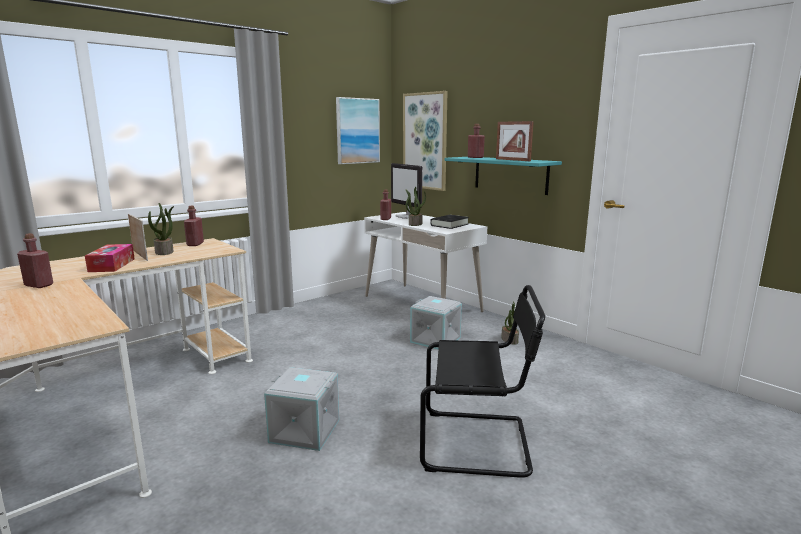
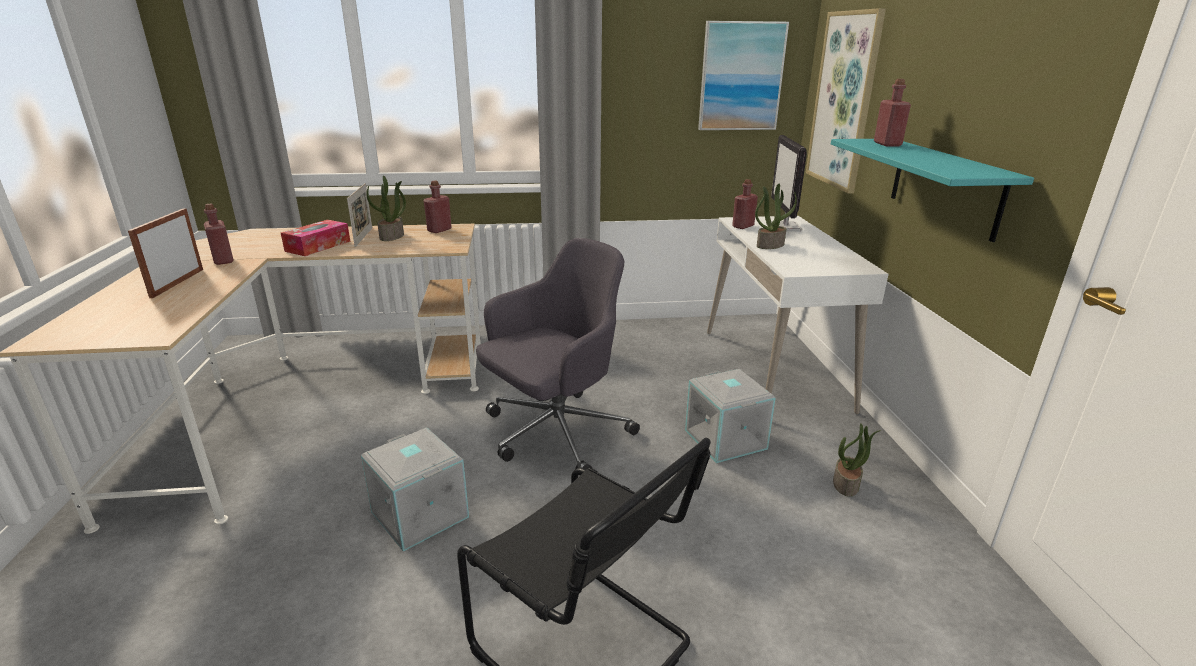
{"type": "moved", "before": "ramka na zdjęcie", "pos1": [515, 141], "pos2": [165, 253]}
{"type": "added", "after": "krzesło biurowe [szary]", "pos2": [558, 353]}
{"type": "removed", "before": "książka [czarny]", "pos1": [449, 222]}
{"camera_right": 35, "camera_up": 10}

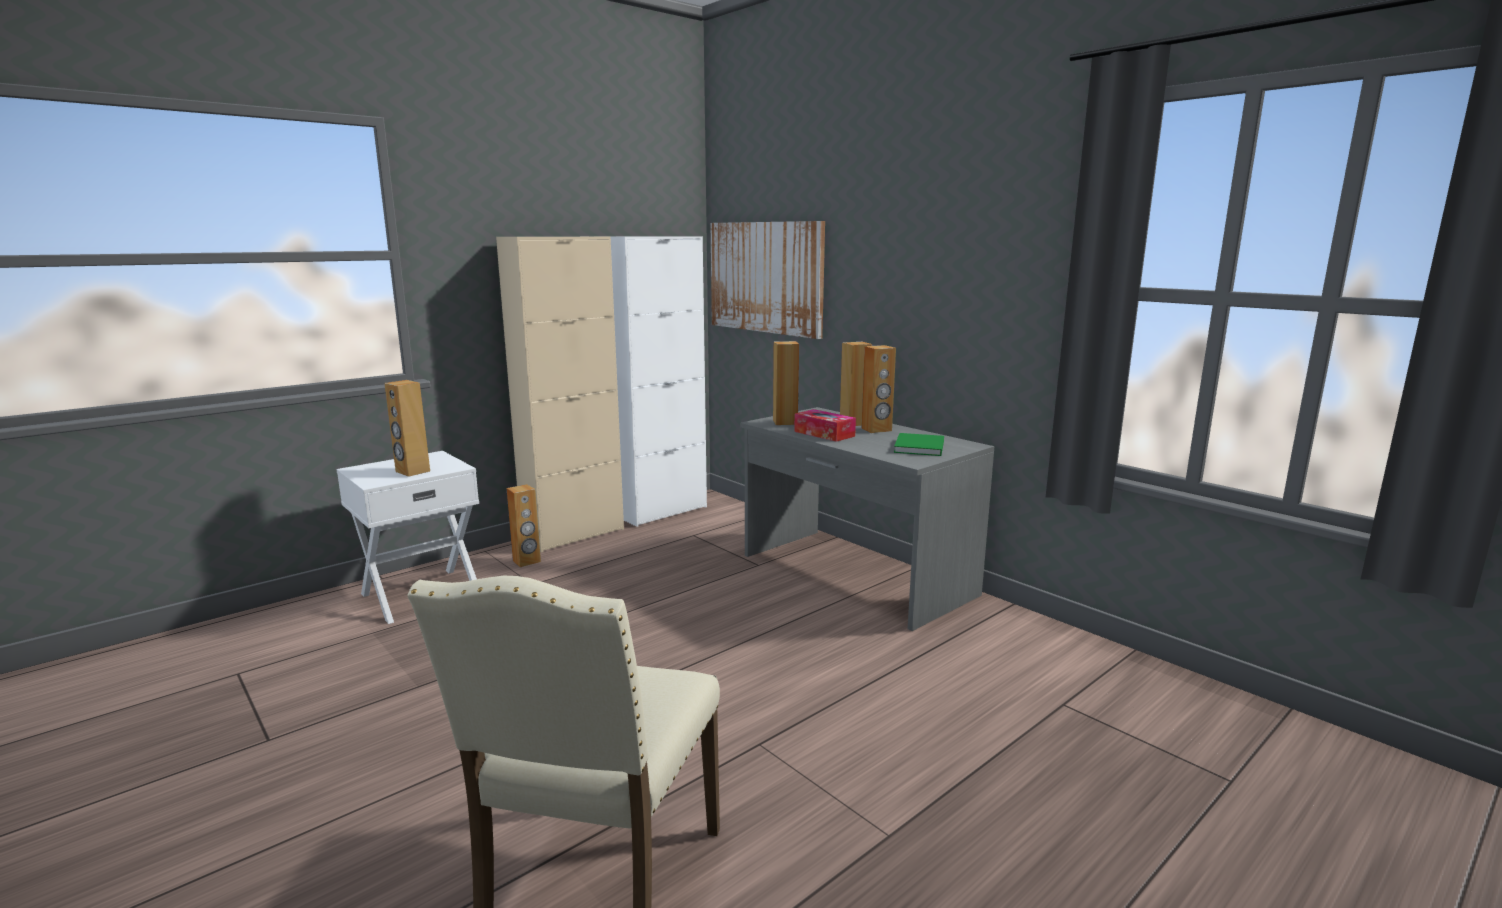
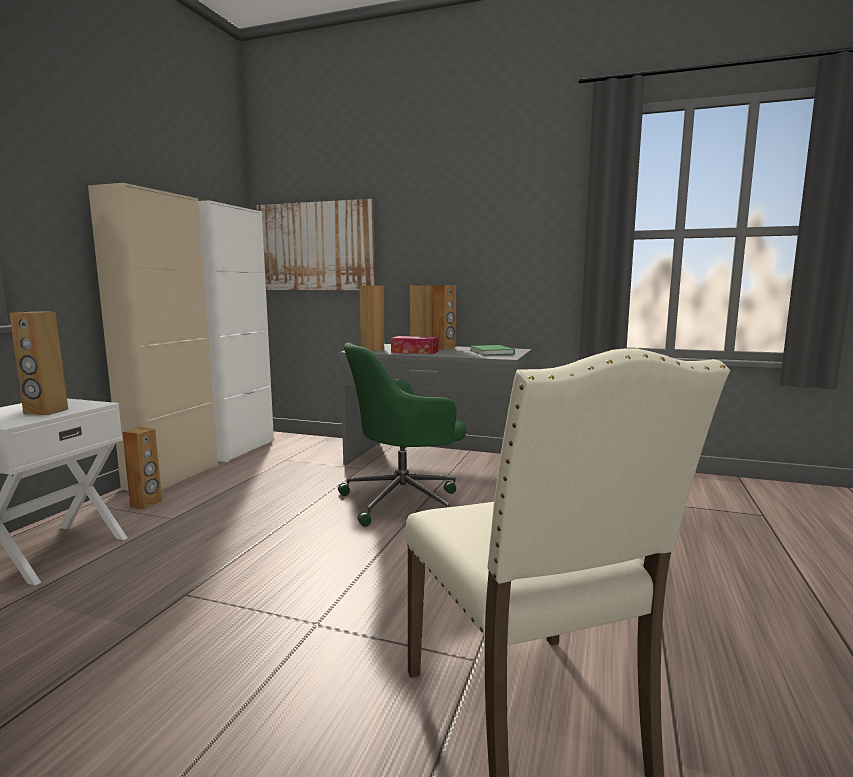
{"type": "added", "after": "krzesło biurowe [zielony]", "pos2": [402, 435]}
{"camera_right": -30, "camera_up": -5}

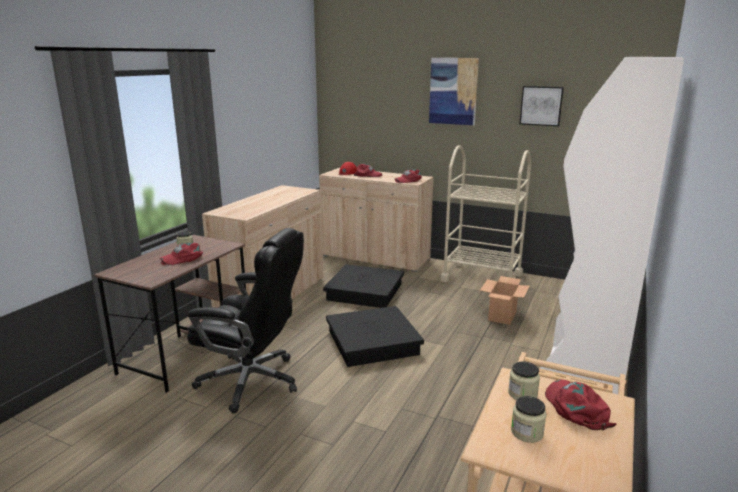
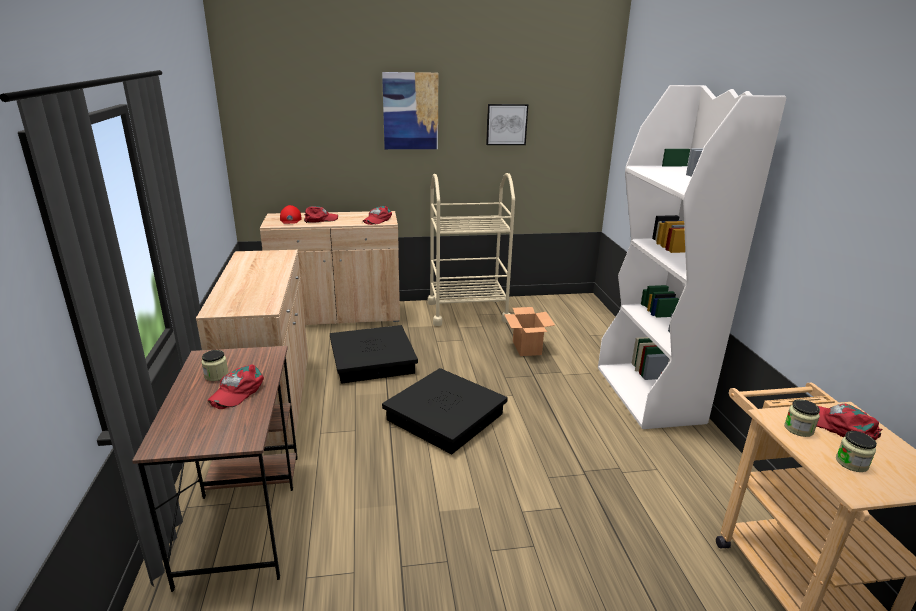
{"type": "removed", "before": "krzesło biurowe [czarny]", "pos1": [245, 321]}
{"camera_right": -35, "camera_up": 5}

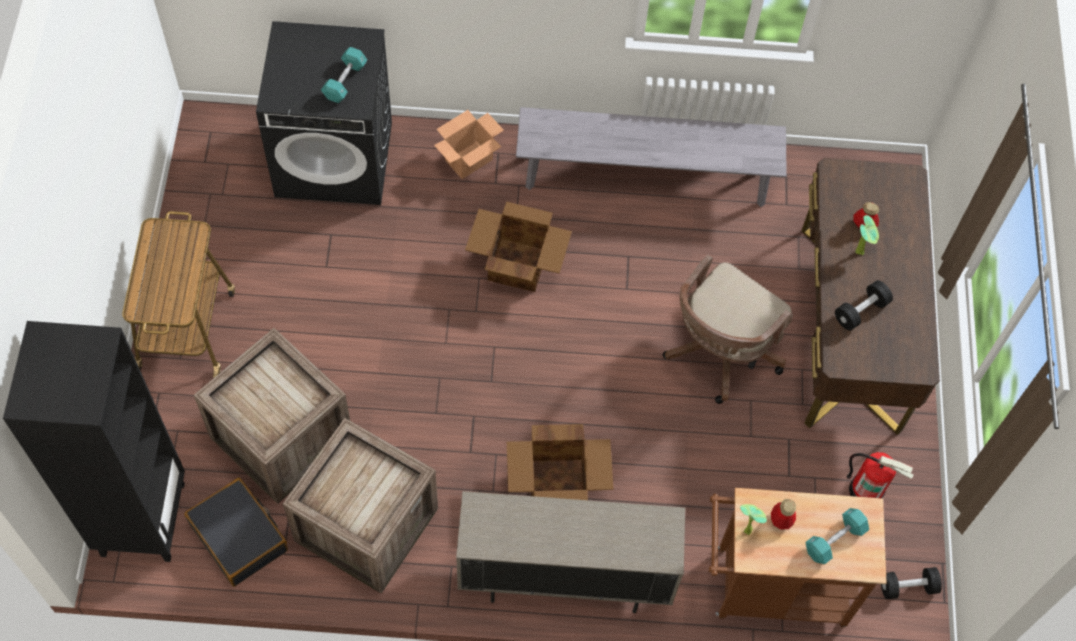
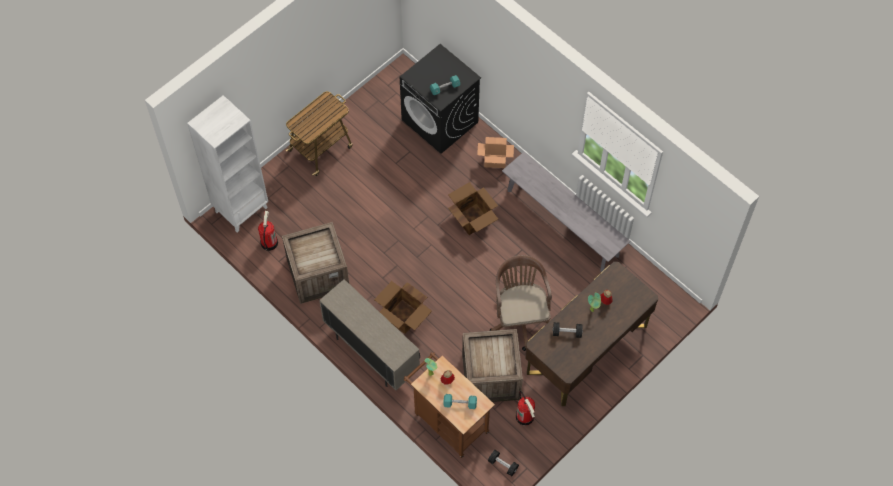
{"type": "recoloured", "before": "regał [czarny]", "after": "regał [biały]", "pos1": [94, 441], "pos2": [227, 163]}
{"type": "replaced", "before": "walizka [czarny]", "after": "gaśnica", "pos1": [236, 532], "pos2": [268, 231]}
{"type": "moved", "before": "skrzynka", "pos1": [272, 416], "pos2": [492, 365]}
{"type": "turned", "before": "krzesło biurowe [brązowy]", "pos1": [728, 329], "pos2": [521, 303], "turn": 90}
{"camera_right": 45, "camera_up": 0}

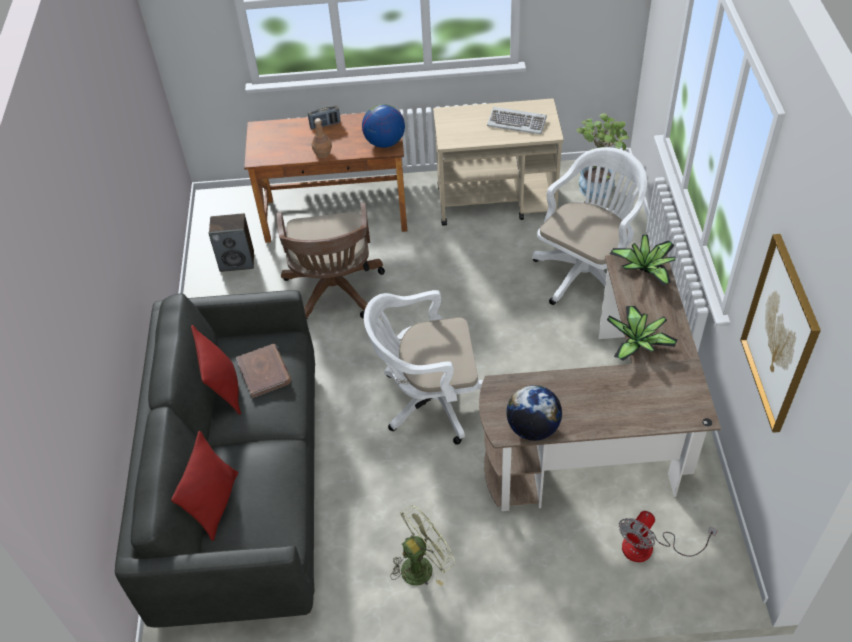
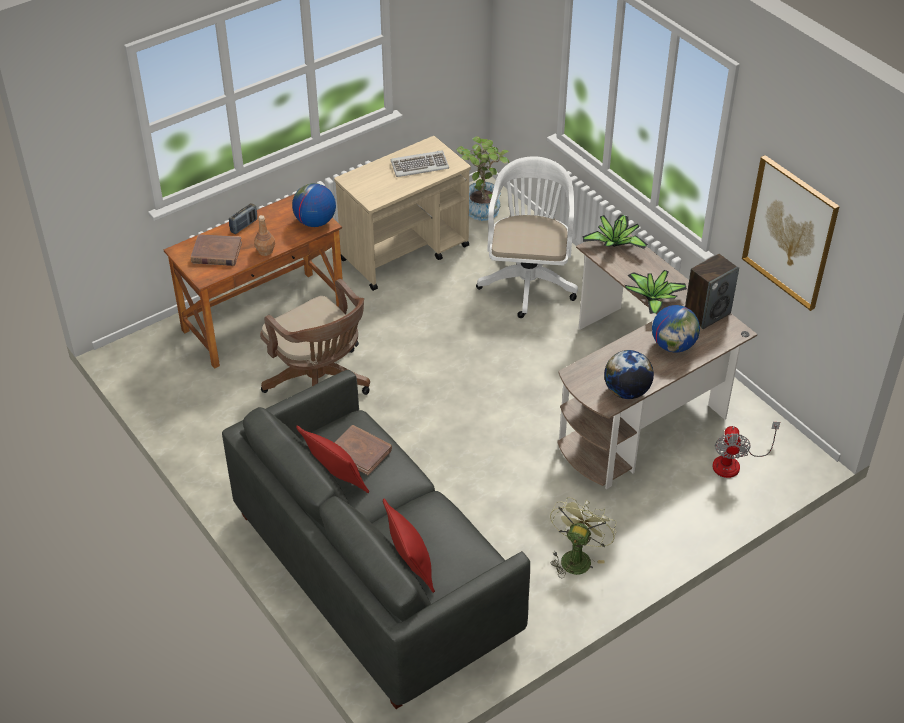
{"type": "added", "after": "książka [brązowy]", "pos2": [216, 250]}
{"type": "added", "after": "globus", "pos2": [676, 329]}
{"type": "moved", "before": "głośnik", "pos1": [231, 242], "pos2": [712, 291]}
{"type": "removed", "before": "krzesło biurowe [biały]", "pos1": [423, 367]}
{"camera_right": -35, "camera_up": -5}

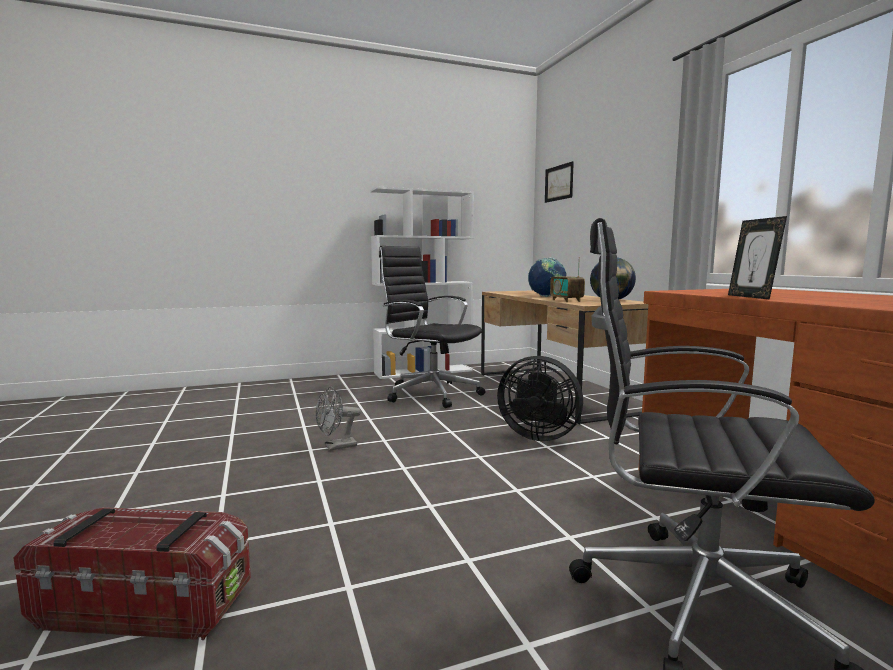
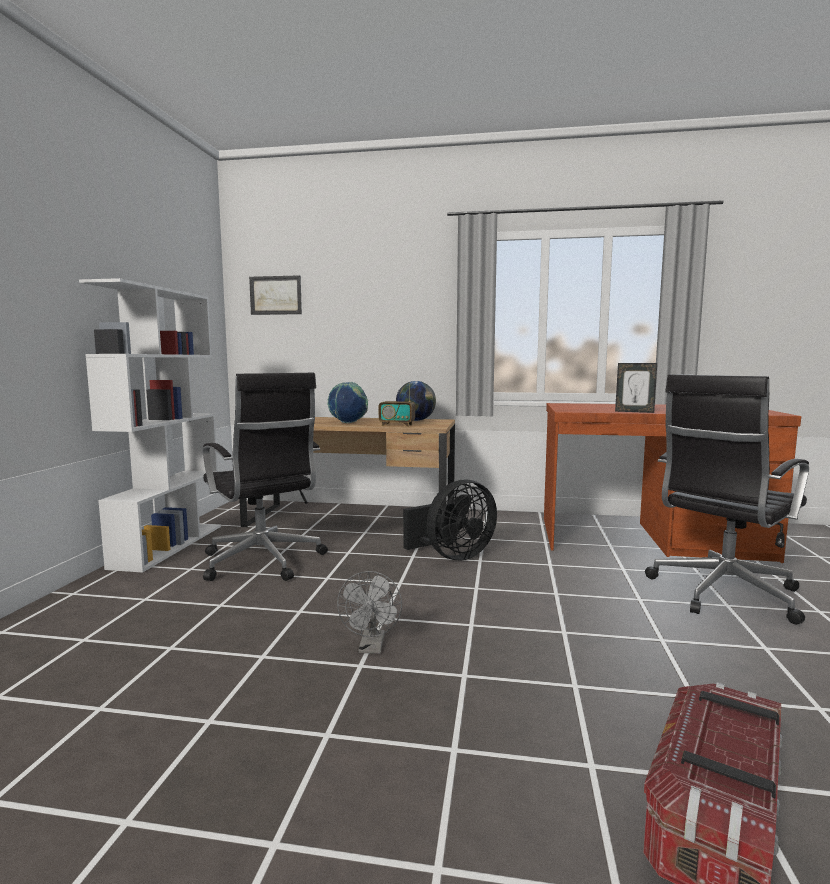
{"type": "turned", "before": "krzesło biurowe [czarny]", "pos1": [432, 327], "pos2": [265, 477], "turn": -105}
{"camera_right": -60, "camera_up": 0}

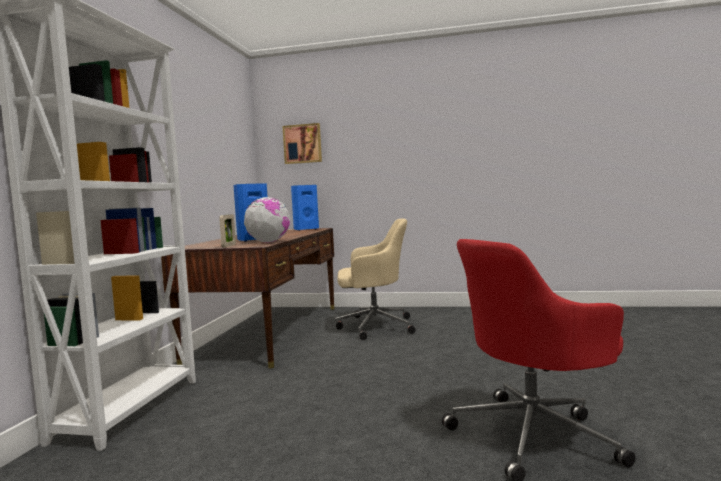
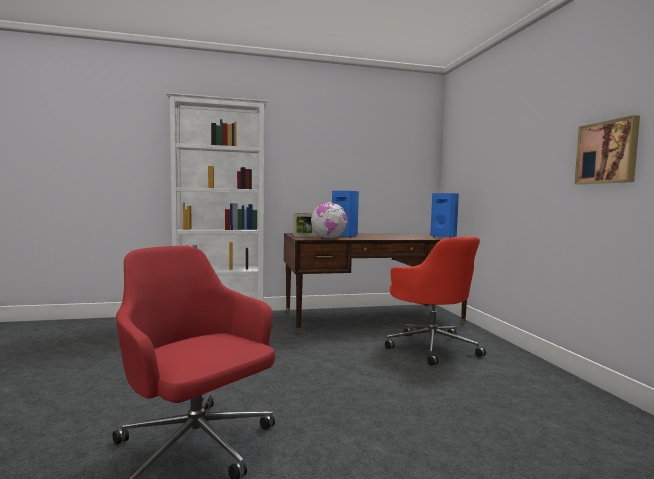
{"type": "recoloured", "before": "krzesło biurowe [beżowy]", "after": "krzesło biurowe [czerwony]", "pos1": [375, 279], "pos2": [435, 301]}
{"type": "moved", "before": "obraz", "pos1": [302, 143], "pos2": [607, 149]}
{"camera_right": 65, "camera_up": 0}

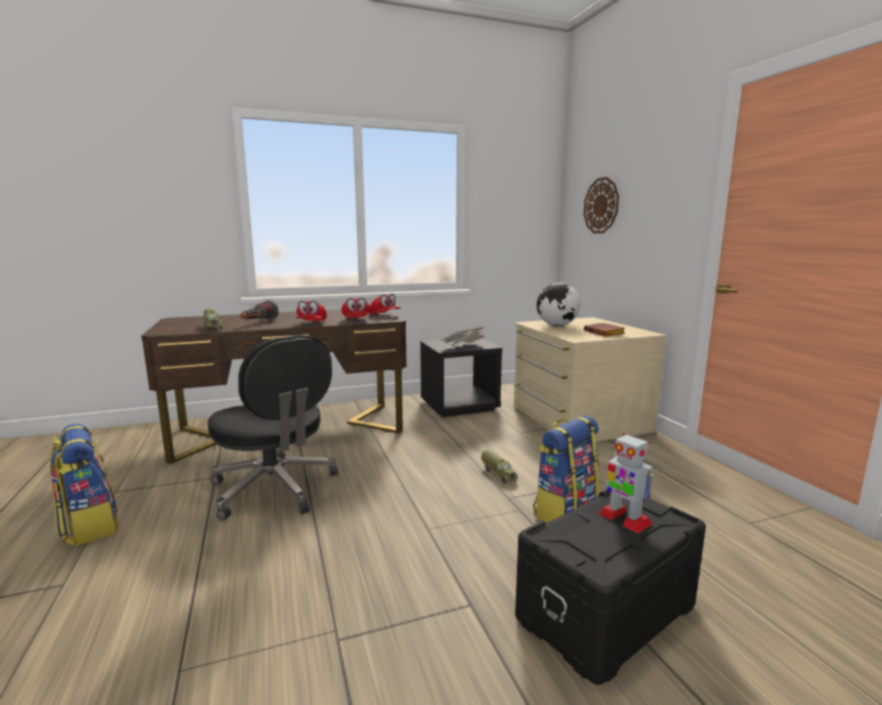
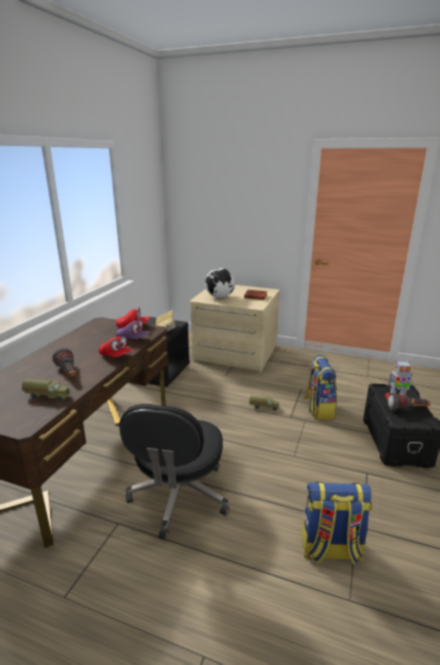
{"type": "recoloured", "before": "czapka z daszkiem [czerwony]", "after": "czapka z daszkiem [fioletowy]", "pos1": [356, 307], "pos2": [133, 329]}
{"type": "turned", "before": "krzesło biurowe [czarny]", "pos1": [273, 428], "pos2": [174, 472], "turn": 105}
{"type": "moved", "before": "plecak", "pos1": [84, 485], "pos2": [337, 523]}
{"type": "added", "after": "latarka", "pos2": [409, 402]}
{"type": "removed", "before": "zegar ścienny", "pos1": [601, 205]}
{"camera_right": -50, "camera_up": 10}

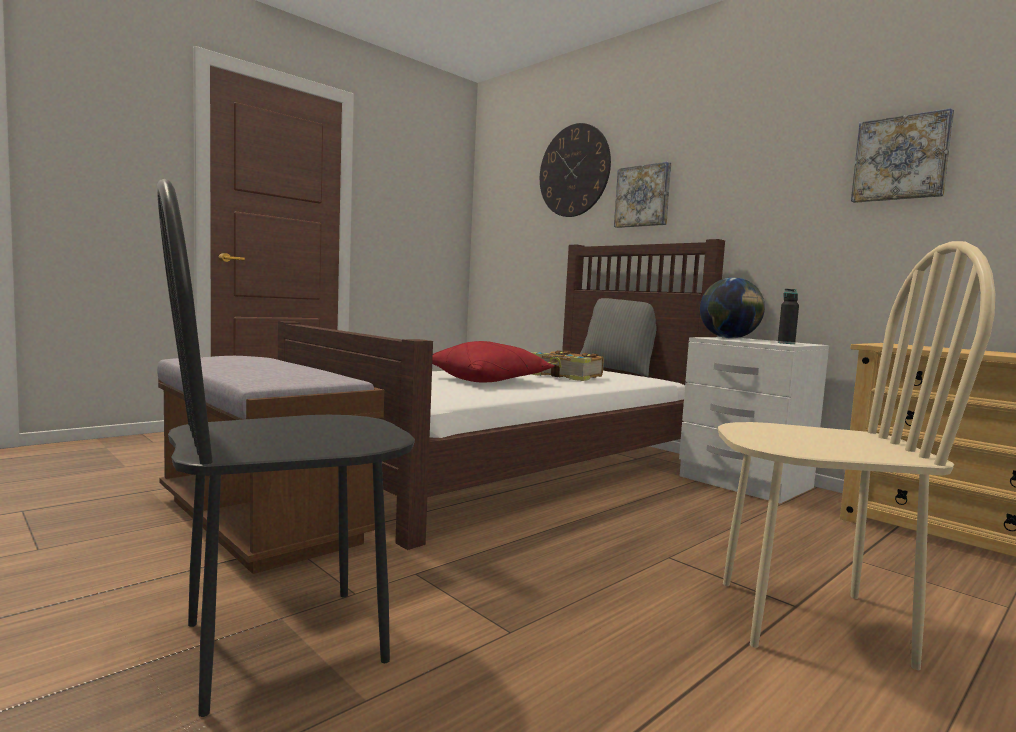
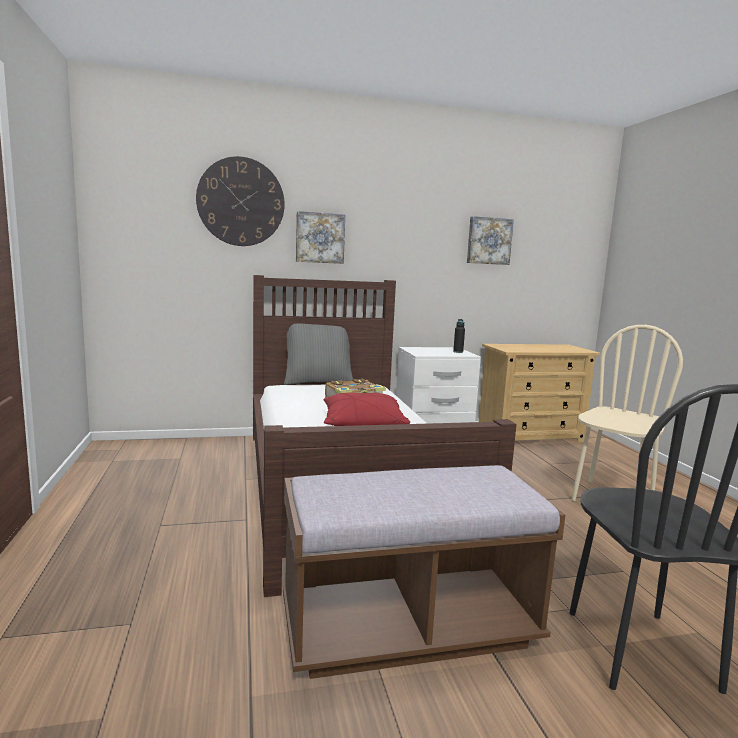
{"type": "removed", "before": "globus", "pos1": [732, 308]}
{"camera_right": -60, "camera_up": 5}

